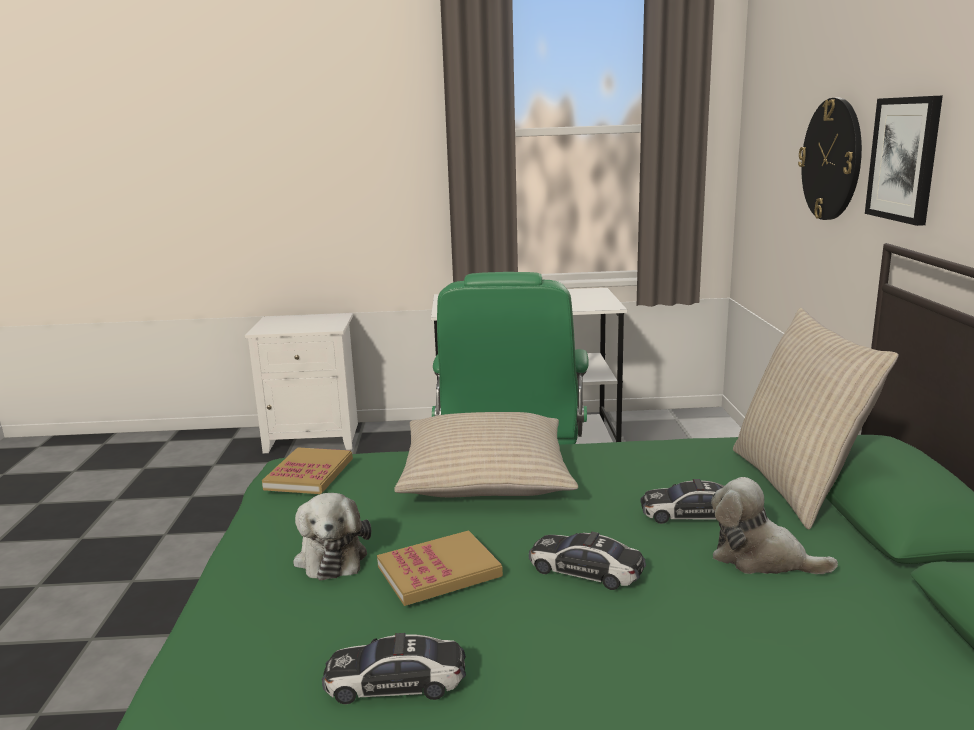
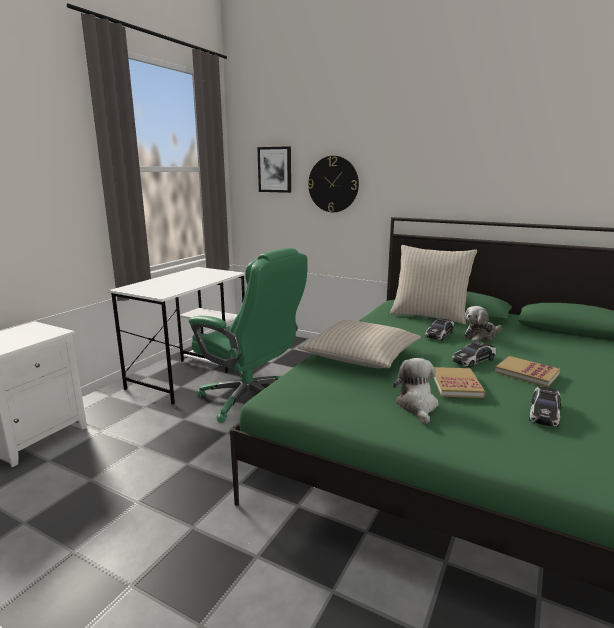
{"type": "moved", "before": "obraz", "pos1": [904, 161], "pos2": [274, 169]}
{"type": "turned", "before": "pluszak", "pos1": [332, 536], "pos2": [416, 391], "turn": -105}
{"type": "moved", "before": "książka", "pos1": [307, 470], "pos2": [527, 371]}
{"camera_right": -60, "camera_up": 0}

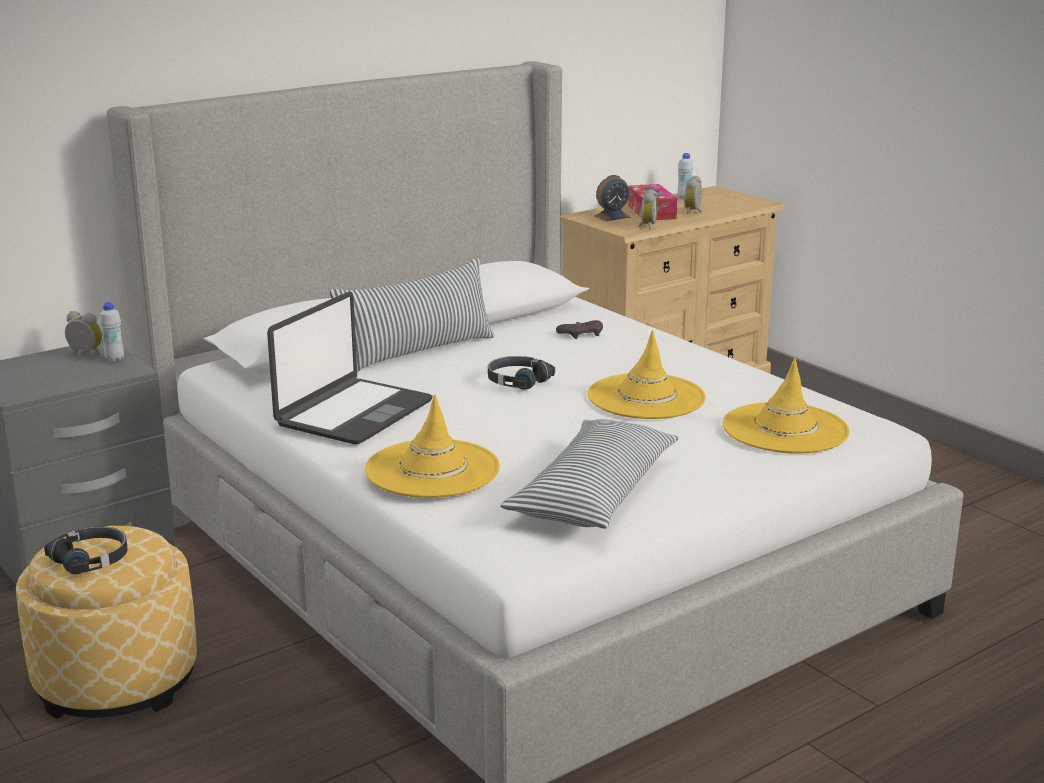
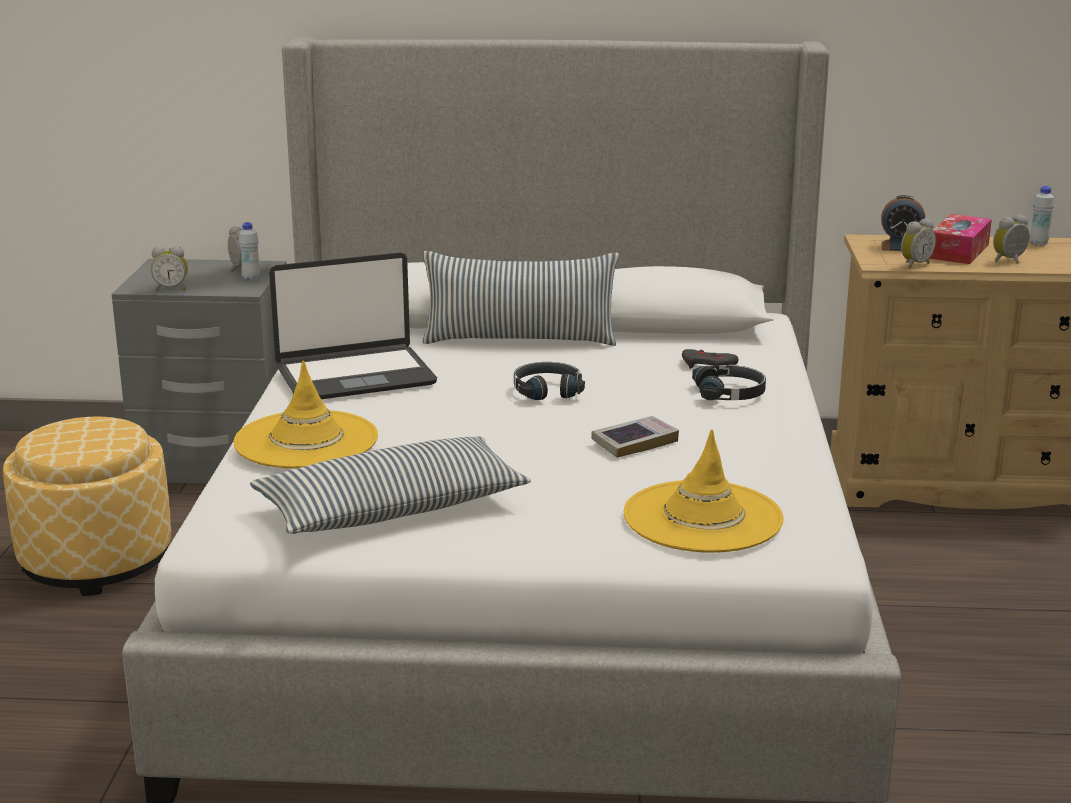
{"type": "added", "after": "budzik", "pos2": [169, 268]}
{"type": "replaced", "before": "kapelusz [żółty]", "after": "książka", "pos1": [647, 374], "pos2": [635, 437]}
{"type": "moved", "before": "słuchawki [czarny]", "pos1": [86, 550], "pos2": [729, 382]}
{"camera_right": 40, "camera_up": 0}

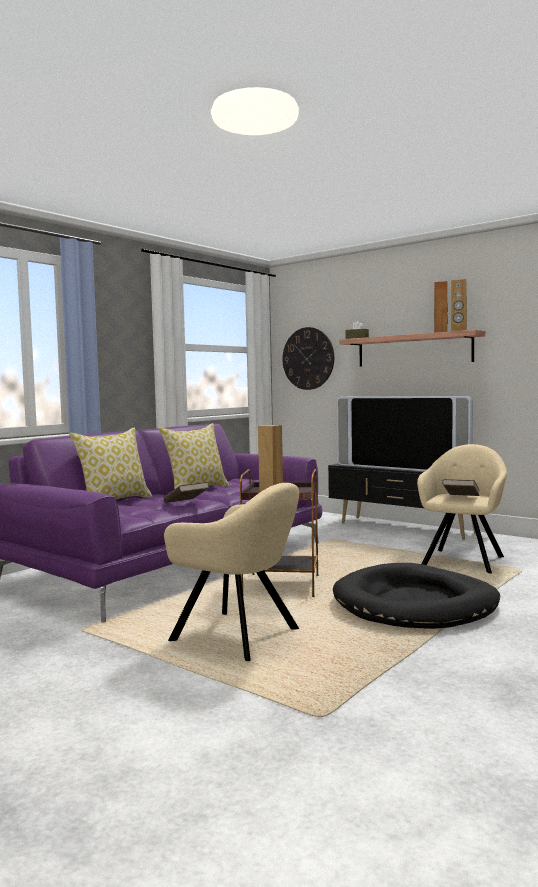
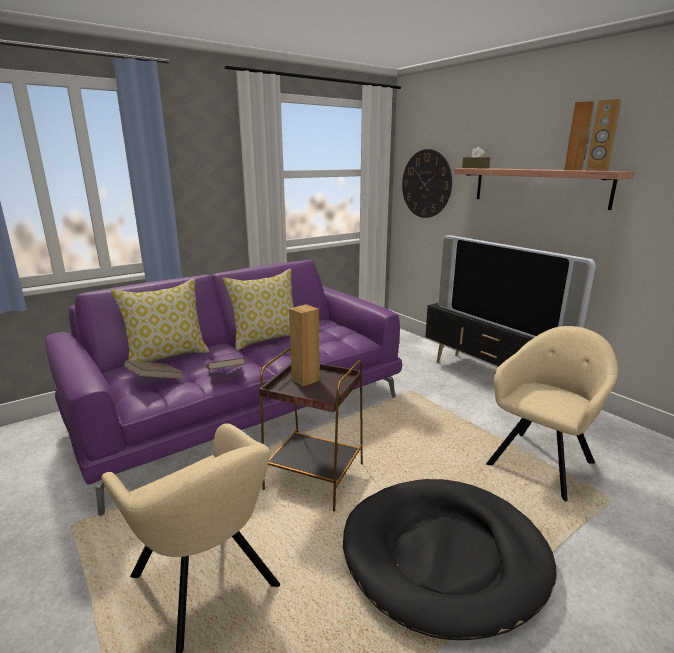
{"type": "moved", "before": "książka [brązowy]", "pos1": [461, 487], "pos2": [153, 369]}
{"camera_right": 15, "camera_up": 15}

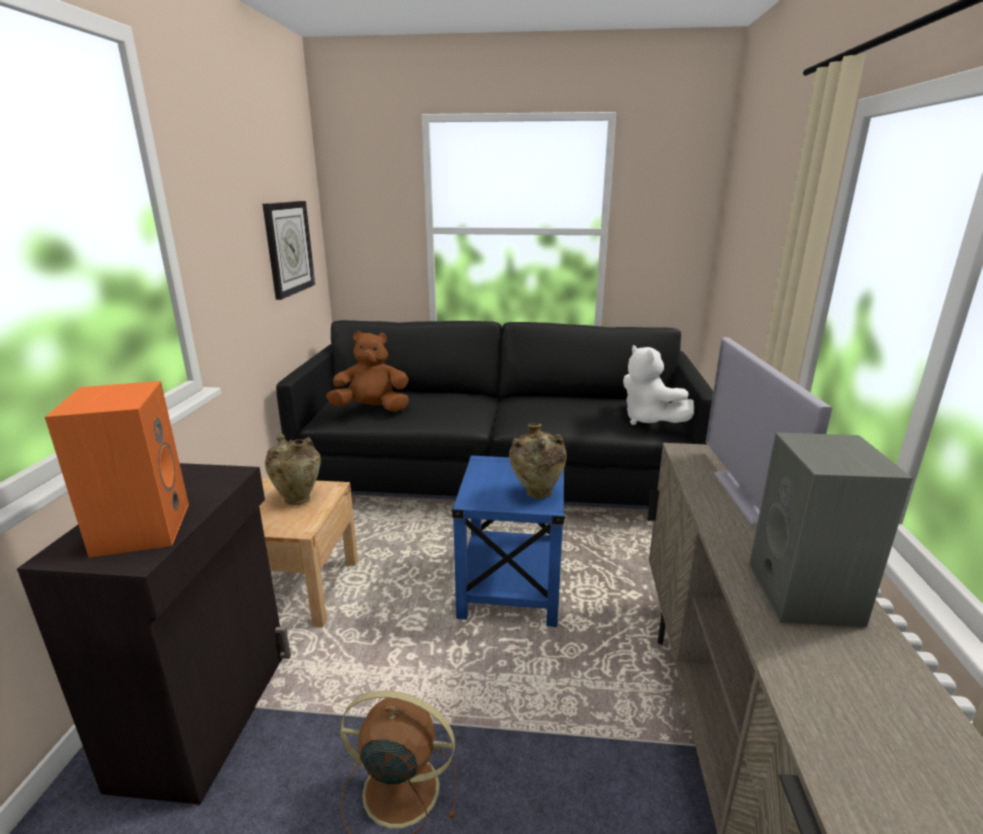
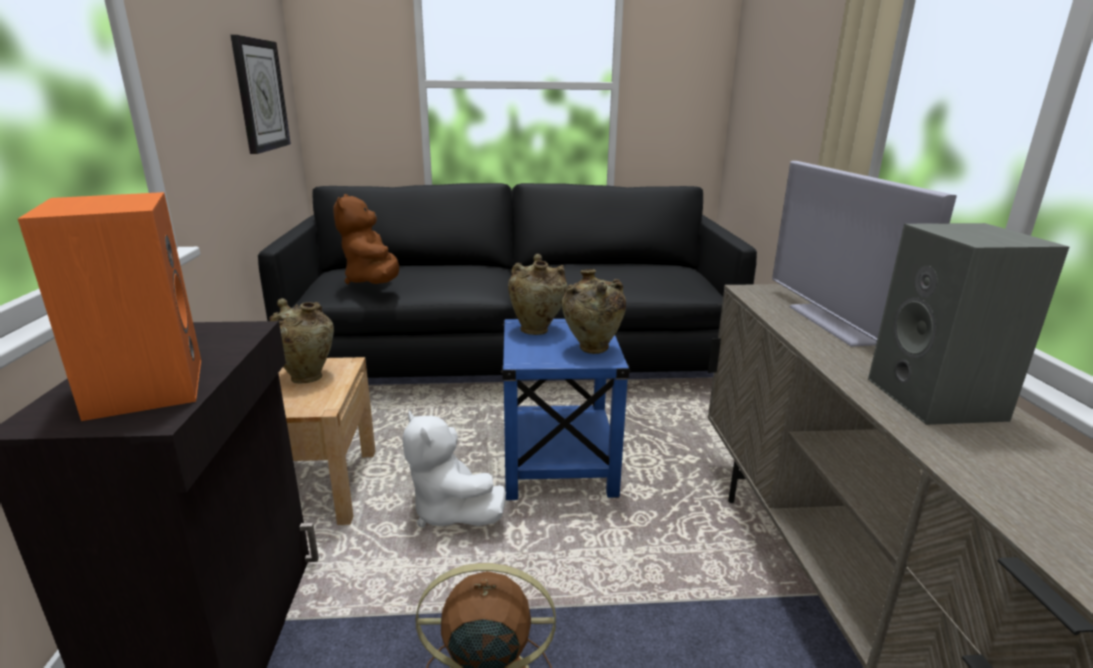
{"type": "turned", "before": "pluszak [brązowy]", "pos1": [367, 371], "pos2": [366, 239], "turn": -90}
{"type": "moved", "before": "pluszak [biały]", "pos1": [658, 385], "pos2": [454, 469]}
{"type": "added", "after": "wazon [beżowy]", "pos2": [537, 294]}
{"camera_right": -10, "camera_up": 0}

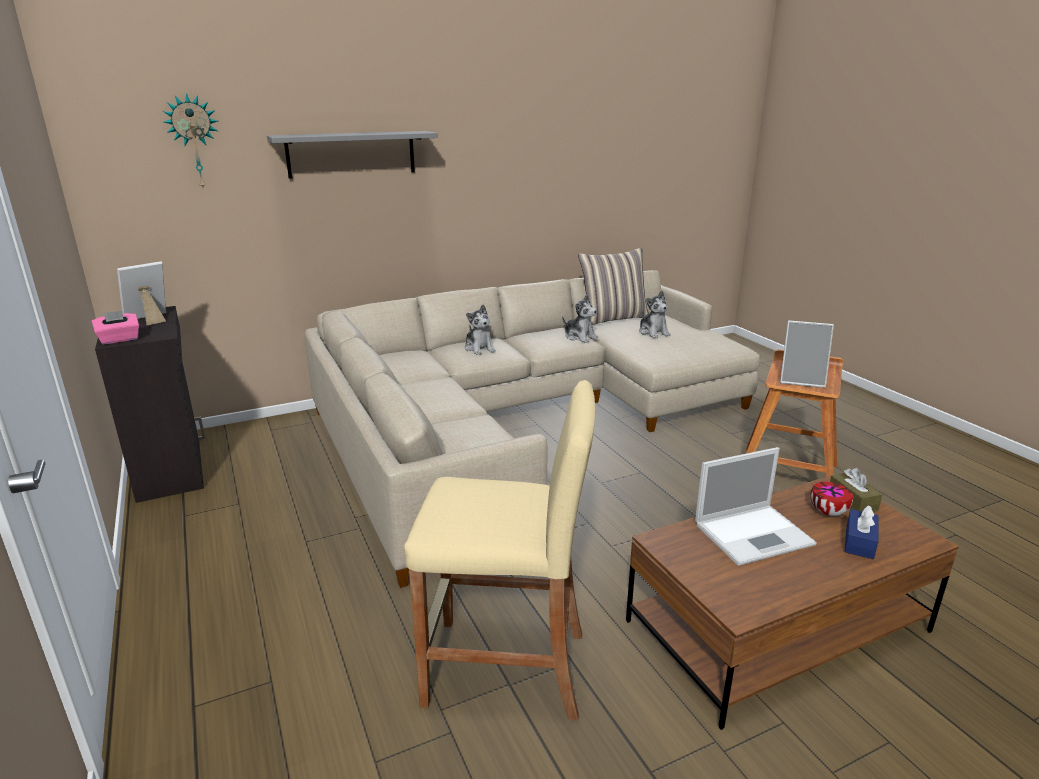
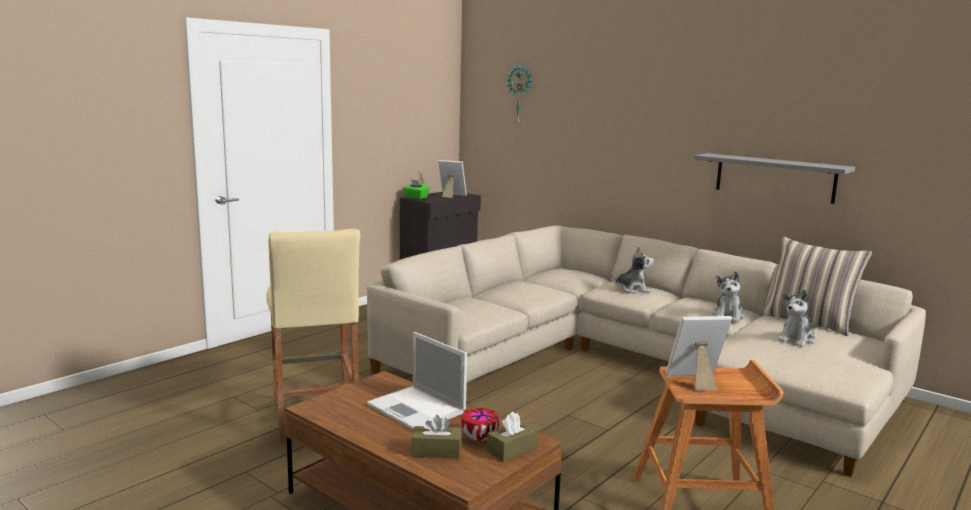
{"type": "recoloured", "before": "pudełko chusteczek [różowy]", "after": "pudełko chusteczek [zielony]", "pos1": [115, 328], "pos2": [416, 189]}
{"type": "recoloured", "before": "pudełko chusteczek [niebieski]", "after": "pudełko chusteczek [brązowy]", "pos1": [862, 532], "pos2": [437, 436]}
{"type": "turned", "before": "pluszak", "pos1": [480, 329], "pos2": [632, 270], "turn": -135}
{"type": "turned", "before": "ramka na zdjęcie", "pos1": [807, 354], "pos2": [699, 353], "turn": 90}
{"type": "moved", "before": "półka [szary]", "pos1": [352, 155], "pos2": [774, 178]}
{"camera_right": 65, "camera_up": -10}

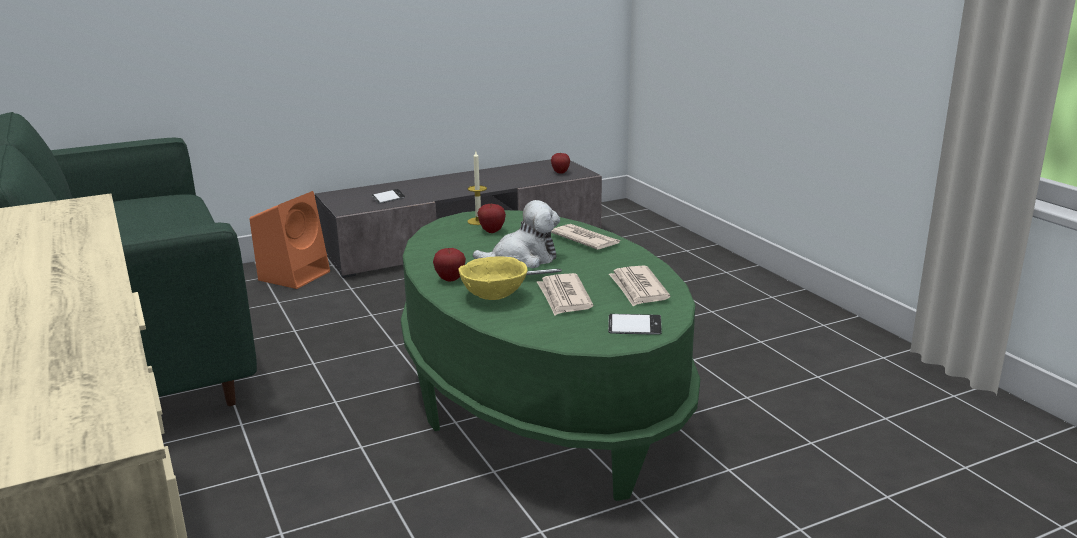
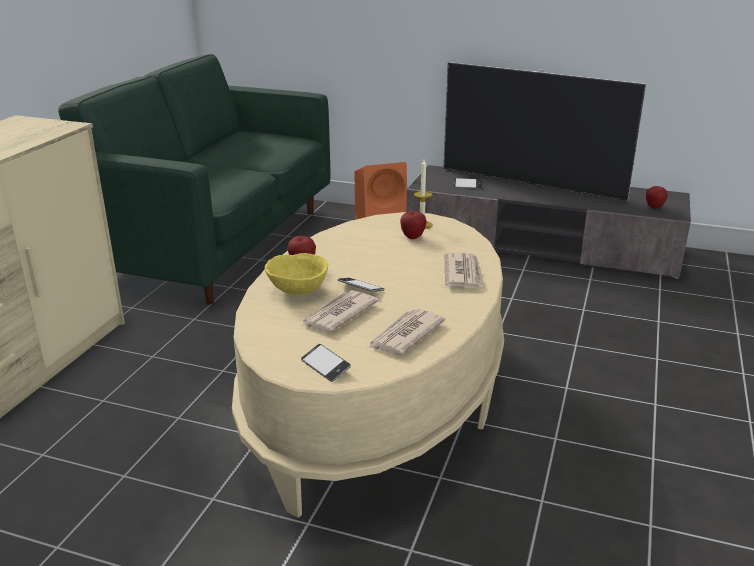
{"type": "recoloured", "before": "ława [zielony]", "after": "ława [beżowy]", "pos1": [550, 355], "pos2": [368, 365]}
{"type": "added", "after": "telewizor", "pos2": [544, 131]}
{"type": "removed", "before": "pluszak", "pos1": [516, 234]}
{"camera_right": 45, "camera_up": 5}

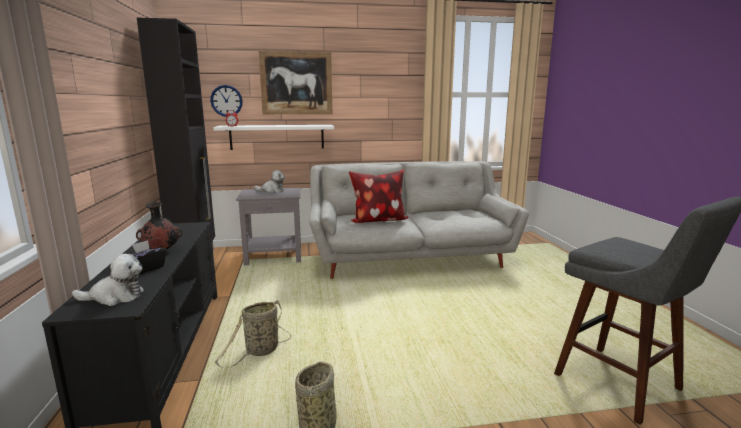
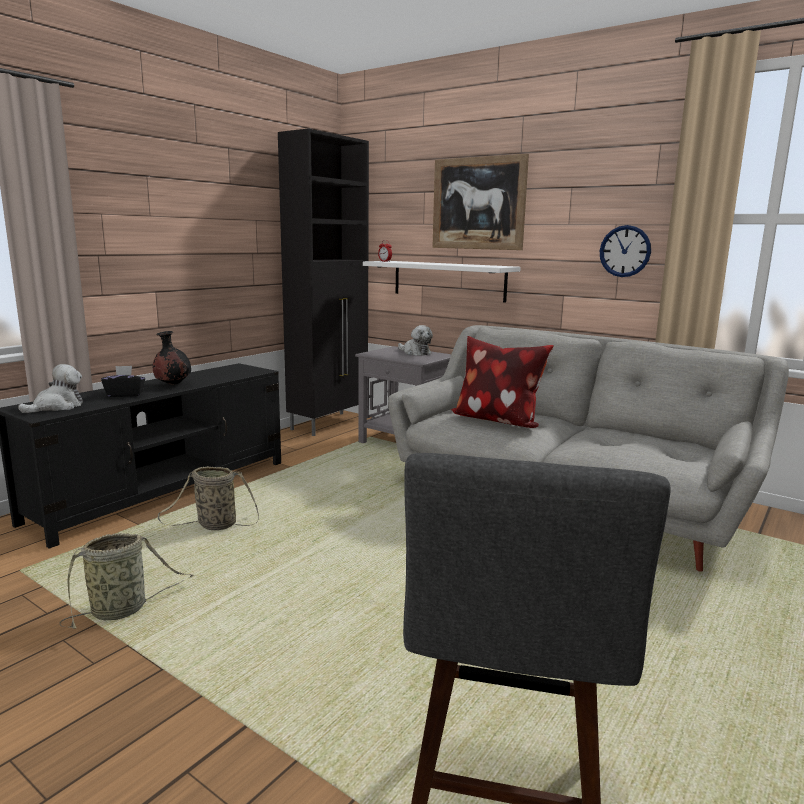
{"type": "turned", "before": "pluszak", "pos1": [108, 280], "pos2": [50, 388], "turn": -90}
{"type": "moved", "before": "zegar ścienny", "pos1": [226, 101], "pos2": [625, 251]}
{"camera_right": 45, "camera_up": 0}

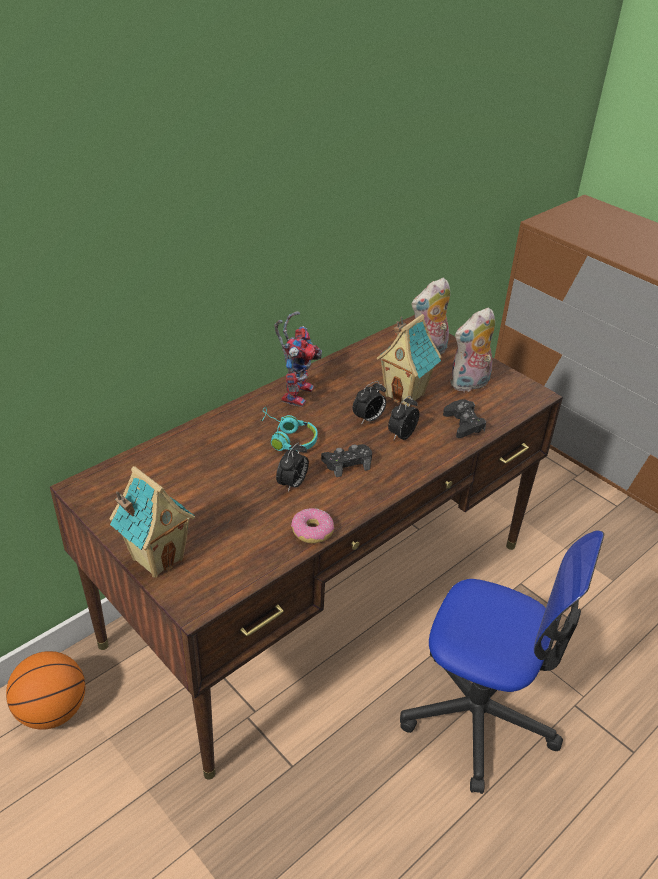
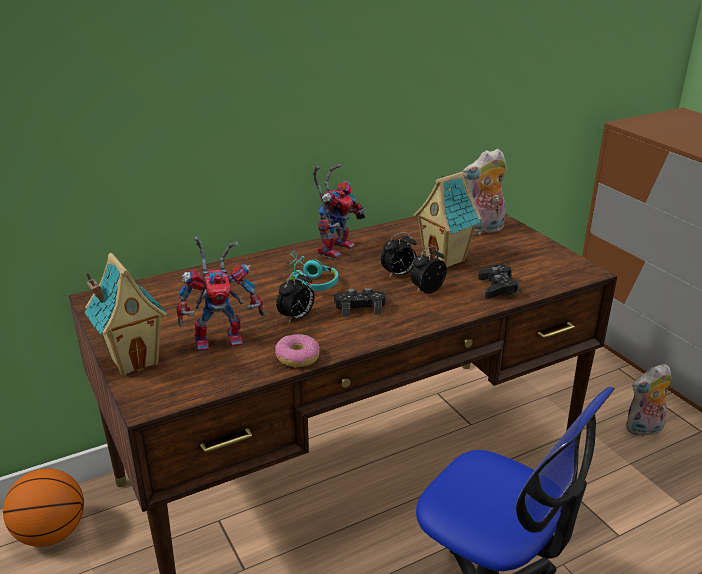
{"type": "added", "after": "robot zabawkowy", "pos2": [221, 295]}
{"type": "moved", "before": "pluszak", "pos1": [472, 349], "pos2": [648, 400]}
{"camera_right": 15, "camera_up": -10}

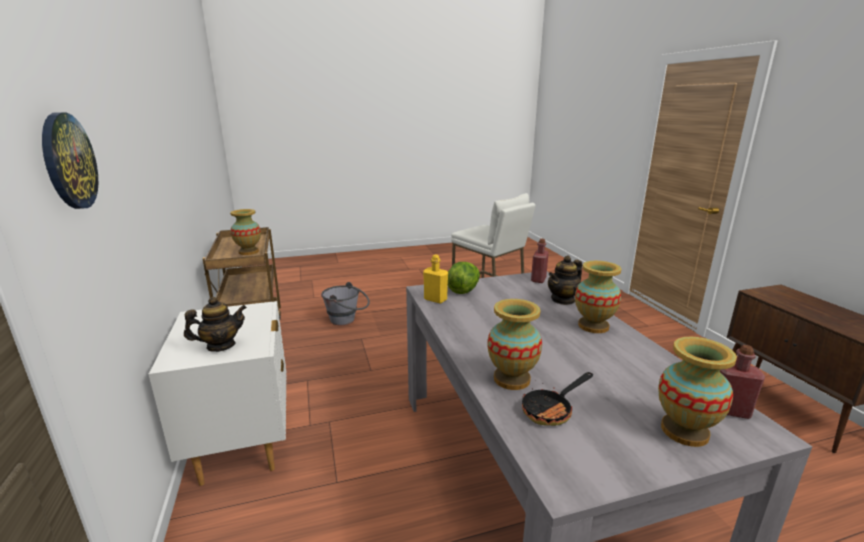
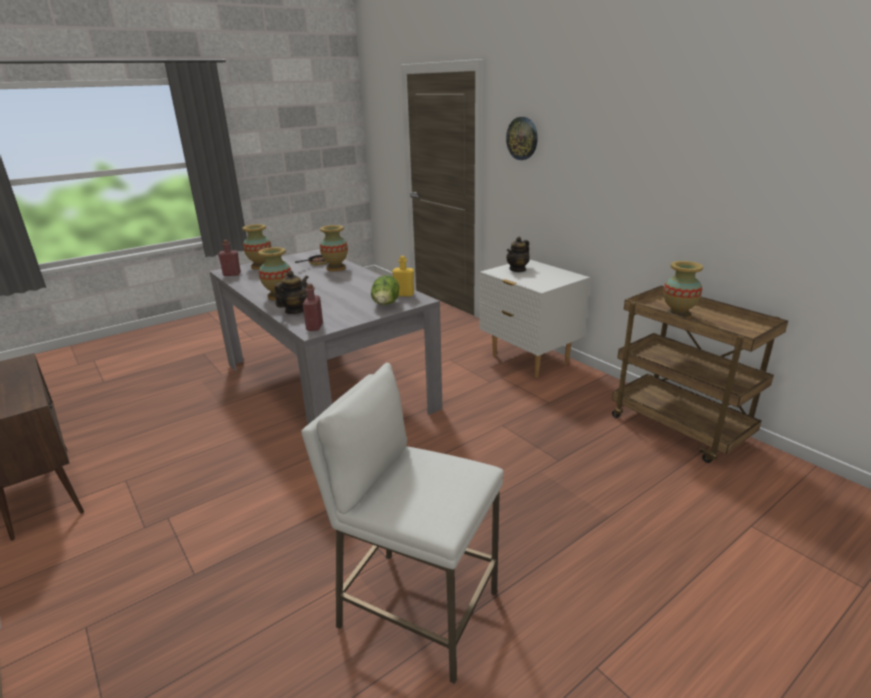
{"type": "removed", "before": "wiadro [szary]", "pos1": [345, 303]}
{"camera_right": 160, "camera_up": 5}

